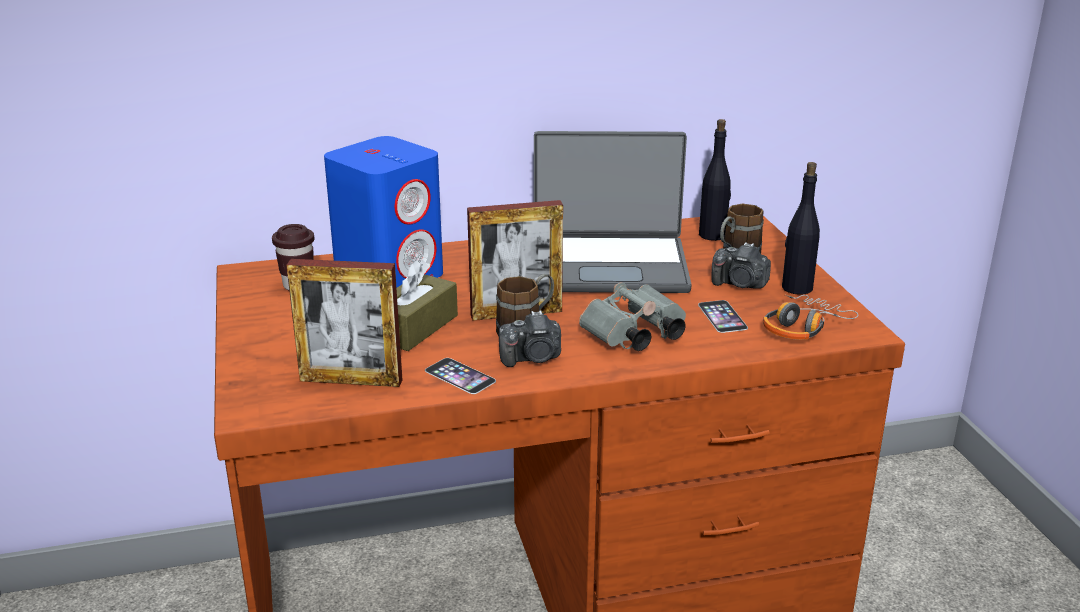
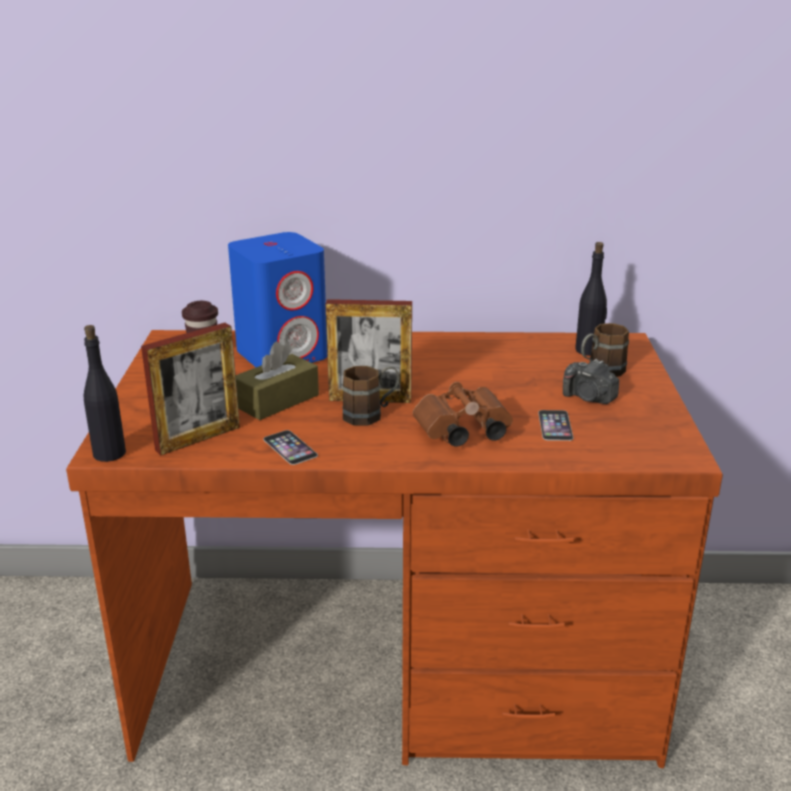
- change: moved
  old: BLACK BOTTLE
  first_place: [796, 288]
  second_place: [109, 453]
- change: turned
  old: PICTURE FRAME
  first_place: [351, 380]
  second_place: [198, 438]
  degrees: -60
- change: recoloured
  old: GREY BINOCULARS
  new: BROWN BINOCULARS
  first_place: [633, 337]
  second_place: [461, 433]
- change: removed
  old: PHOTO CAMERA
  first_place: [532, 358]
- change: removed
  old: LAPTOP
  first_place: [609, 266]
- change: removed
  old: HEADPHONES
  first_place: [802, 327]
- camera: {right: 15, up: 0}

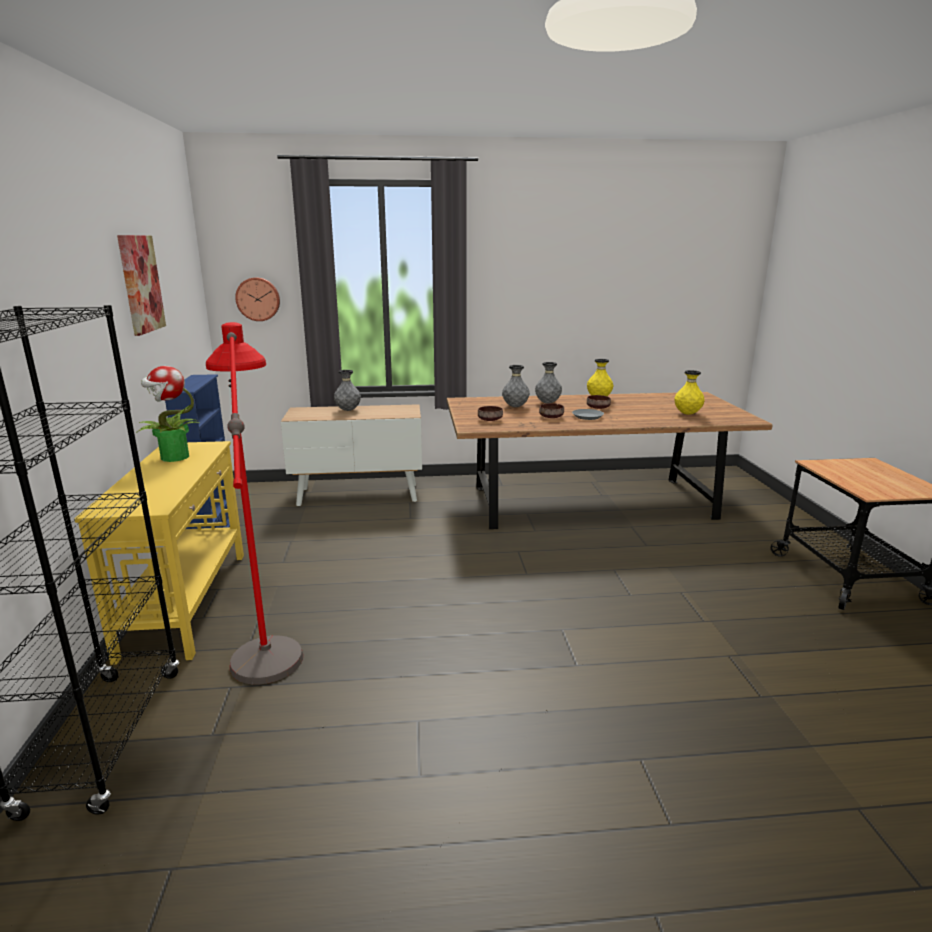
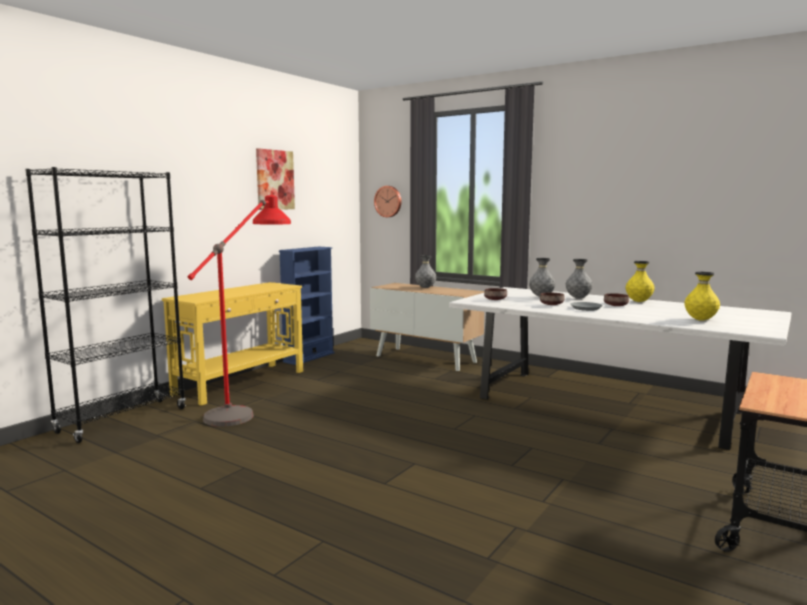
- change: recoloured
  old: BROWN DINING TABLE
  new: WHITE DINING TABLE
  first_place: [590, 502]
  second_place: [606, 404]
- change: removed
  old: POTTED PLANT
  first_place: [174, 457]
- camera: {right: 40, up: -10}

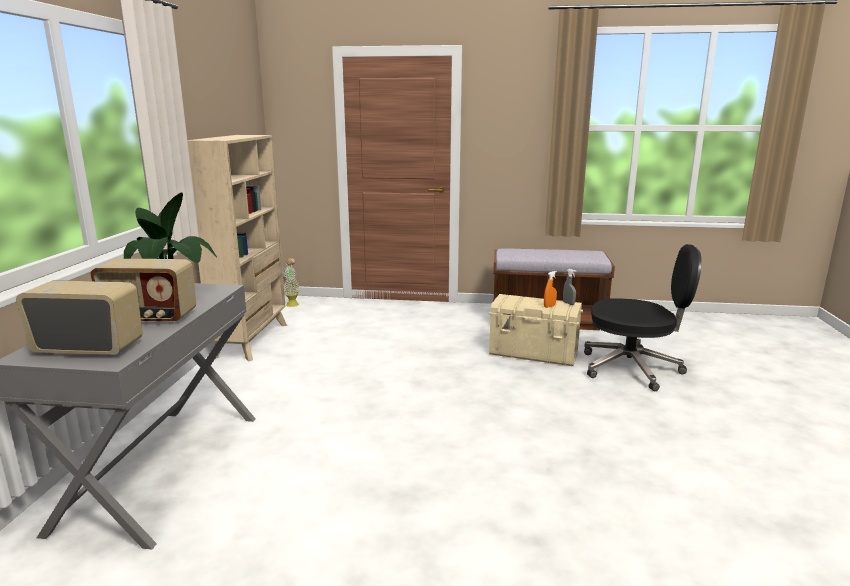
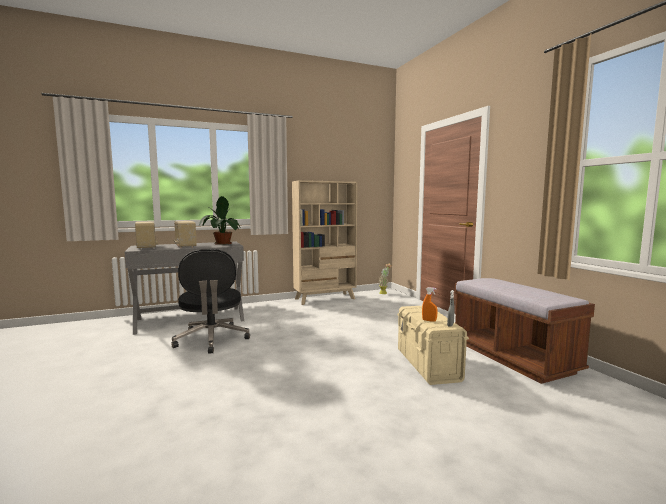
- change: moved
  old: BLACK OFFICE CHAIR
  first_place: [632, 368]
  second_place: [212, 339]
- camera: {right: 60, up: -10}

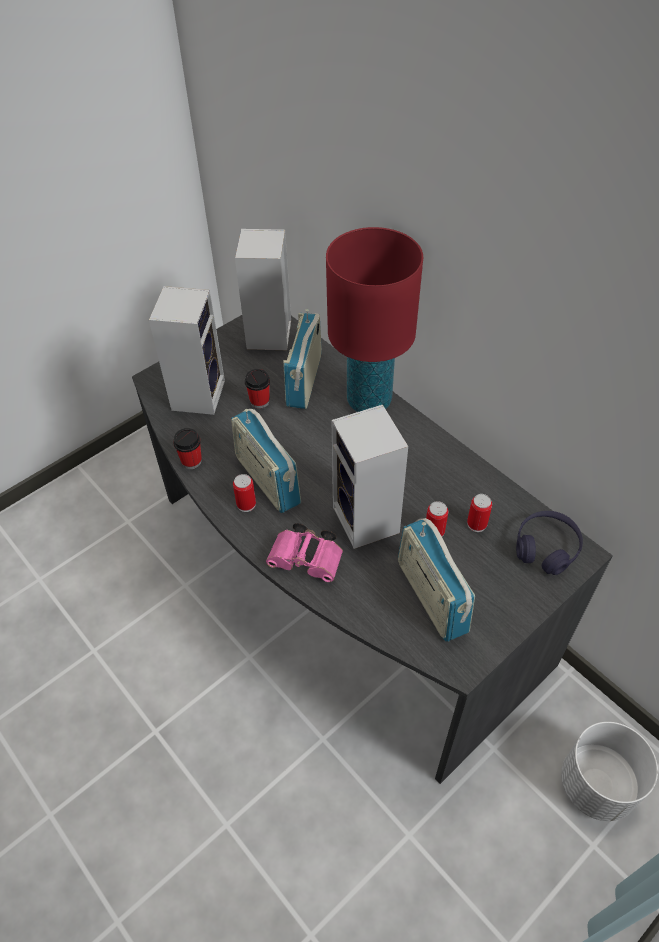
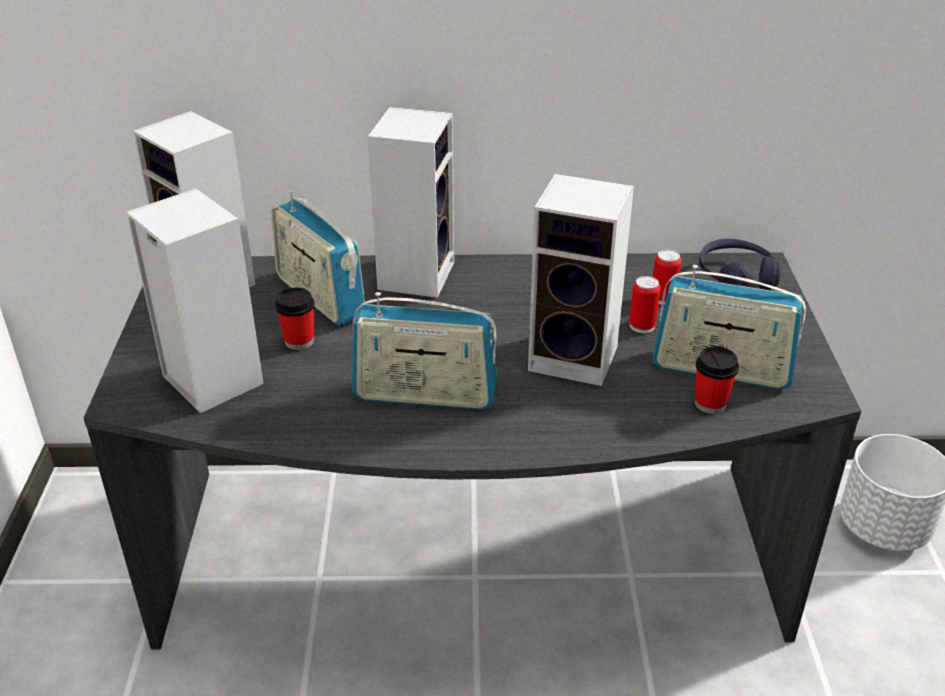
- change: replaced
  old: RED TABLE LAMP
  new: SPEAKER
  first_place: [369, 401]
  second_place: [415, 274]
- change: moved
  old: CUP
  first_place: [191, 461]
  second_place: [710, 403]
- change: removed
  old: CAN
  first_place: [246, 504]
- change: removed
  old: PINK BINOCULARS
  first_place: [308, 561]
- camera: {right: -50, up: -15}

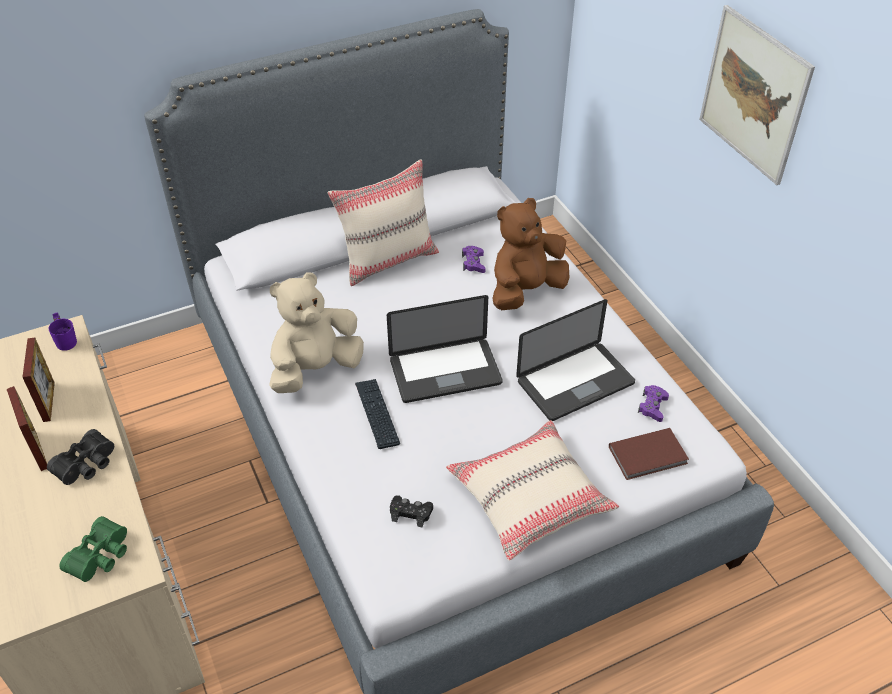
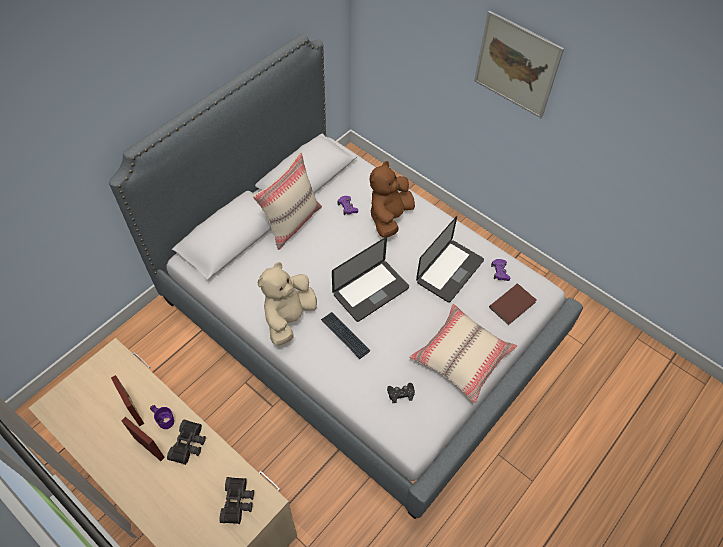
- change: moved
  old: PURPLE MUG
  first_place: [68, 340]
  second_place: [165, 419]
- change: recoloured
  old: GREEN BINOCULARS
  new: BLACK BINOCULARS
  first_place: [102, 556]
  second_place: [239, 502]
- camera: {right: -25, up: 10}

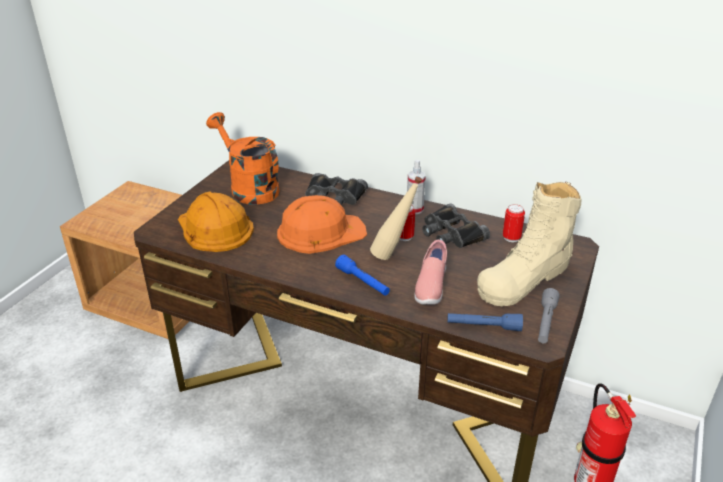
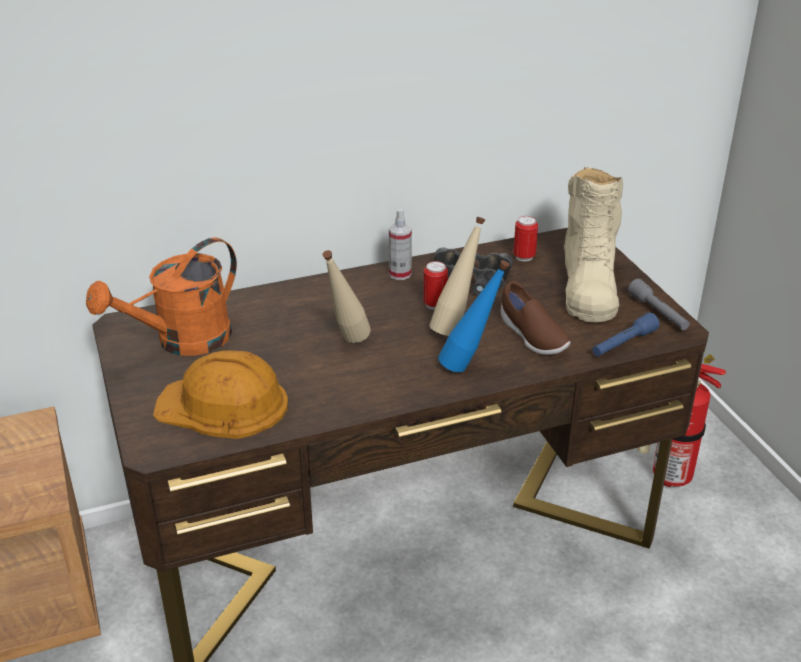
- change: turned
  old: ORANGE WATERING CAN
  first_place: [249, 188]
  second_place: [182, 342]
  degrees: -45
- change: replaced
  old: ORANGE HARD HAT
  new: BEIGE BOTTLE
  first_place: [320, 232]
  second_place: [347, 344]
- change: replaced
  old: BLUE FLASHLIGHT
  new: BLUE BOTTLE
  first_place: [363, 282]
  second_place: [470, 367]
- change: recoloured
  old: PINK SHOE
  new: BROWN SHOE
  first_place: [430, 287]
  second_place: [531, 336]
- change: removed
  old: BLACK BINOCULARS
  first_place: [334, 197]
- camera: {right: -45, up: 0}

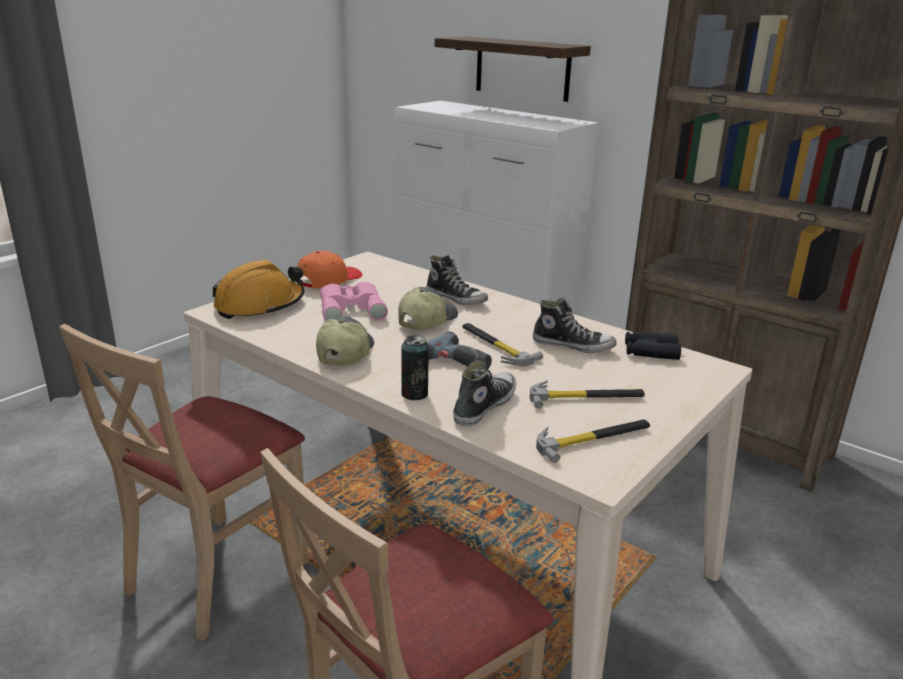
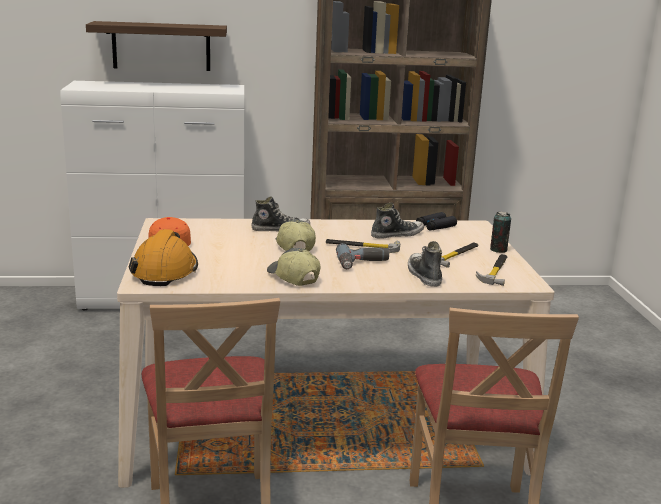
- change: moved
  old: CAN
  first_place: [414, 394]
  second_place: [498, 250]
- change: removed
  old: PINK BINOCULARS
  first_place: [351, 308]
- camera: {right: -45, up: -5}

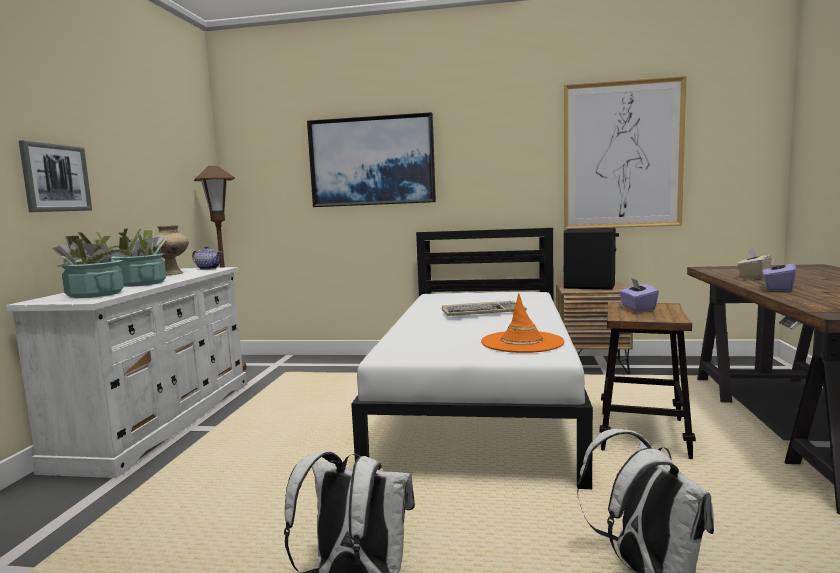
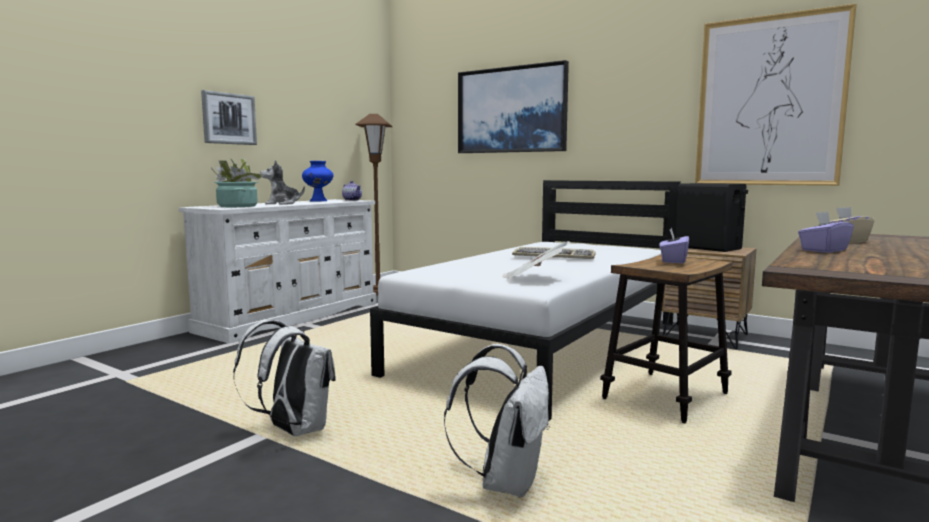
- change: replaced
  old: POTTED PLANT
  new: PLUSH TOY
  first_place: [141, 283]
  second_place: [282, 204]
- change: recoloured
  old: BEIGE VASE
  new: BLUE VASE
  first_place: [172, 274]
  second_place: [318, 201]
- change: replaced
  old: ORANGE HAT
  new: NEWSPAPER
  first_place: [522, 342]
  second_place: [533, 279]
- camera: {right: 25, up: 0}

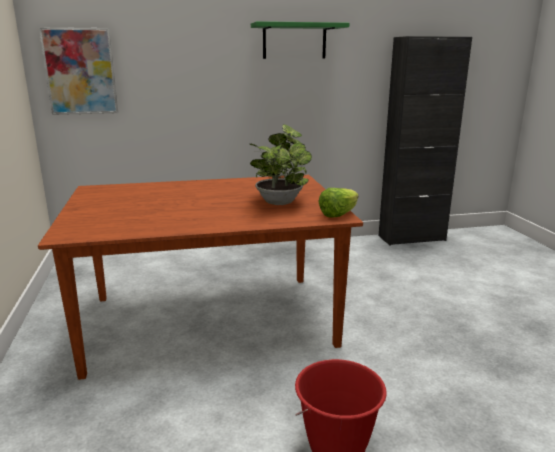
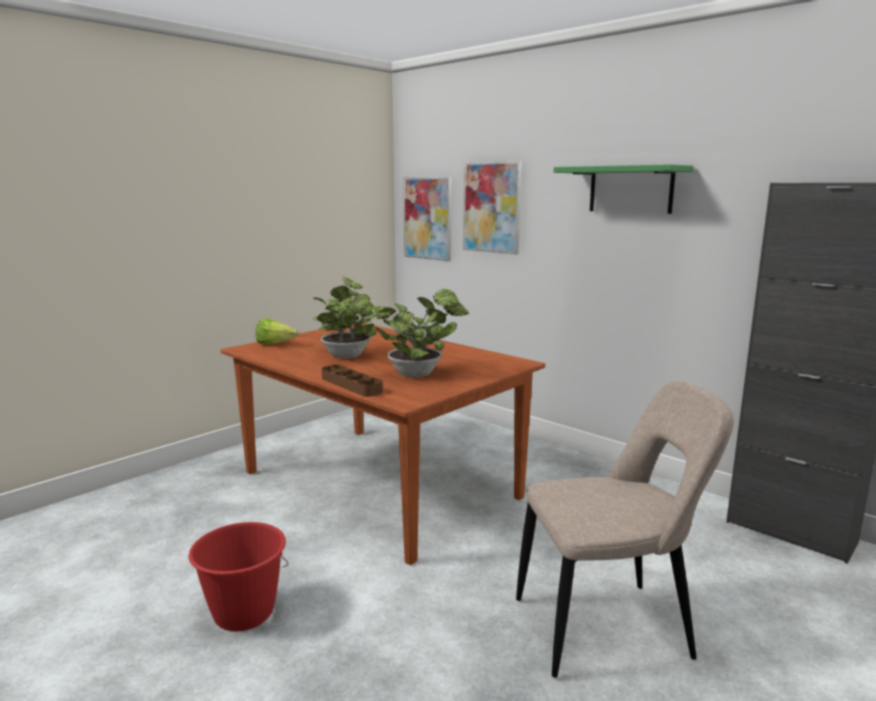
- change: moved
  old: LETTUCE
  first_place: [338, 214]
  second_place: [275, 344]
- change: added
  new: POTTED PLANT
  second_place: [346, 355]
- change: added
  new: BROWN TRAY
  second_place: [351, 385]
- change: added
  new: PICTURE
  second_place: [492, 207]
- change: added
  new: BEIGE CHAIR
  second_place: [609, 627]
- camera: {right: 55, up: -5}

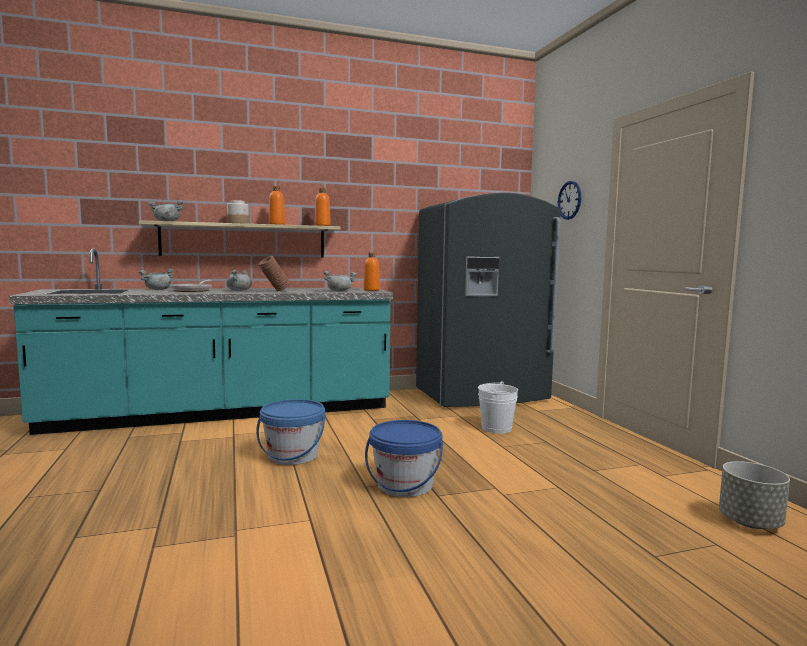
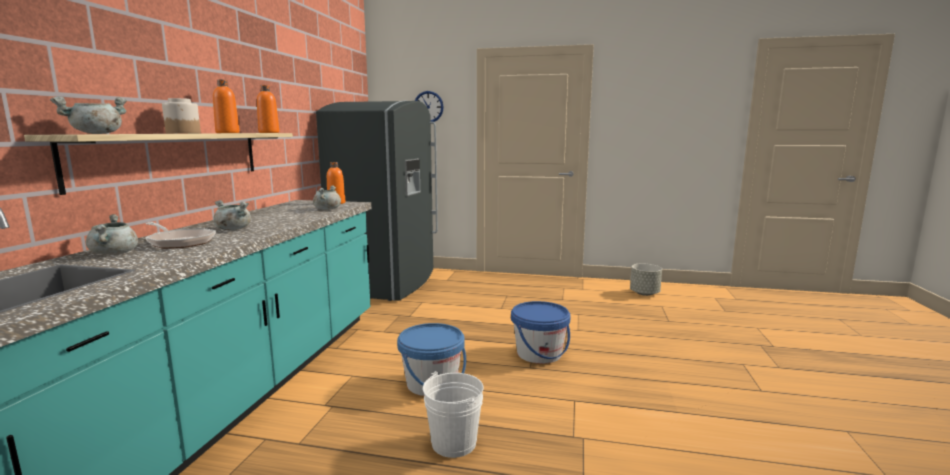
- change: moved
  old: WHITE BUCKET
  first_place: [496, 428]
  second_place: [453, 443]
- change: removed
  old: BROWN VASE
  first_place: [274, 291]
- camera: {right: -60, up: 5}

